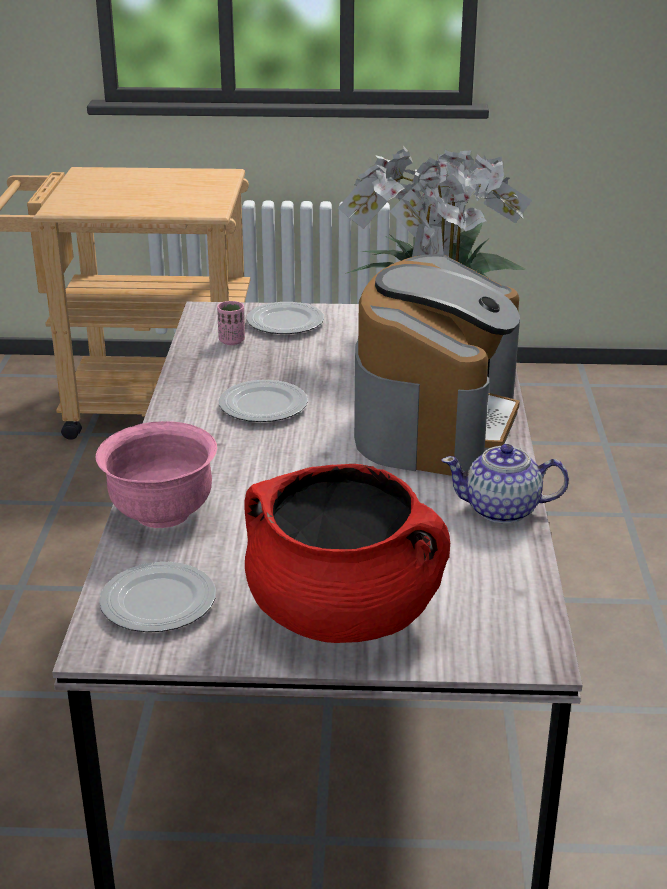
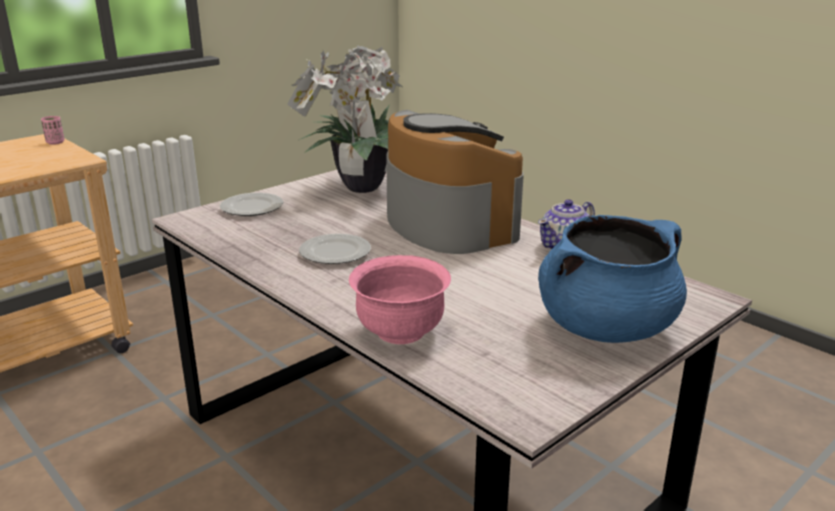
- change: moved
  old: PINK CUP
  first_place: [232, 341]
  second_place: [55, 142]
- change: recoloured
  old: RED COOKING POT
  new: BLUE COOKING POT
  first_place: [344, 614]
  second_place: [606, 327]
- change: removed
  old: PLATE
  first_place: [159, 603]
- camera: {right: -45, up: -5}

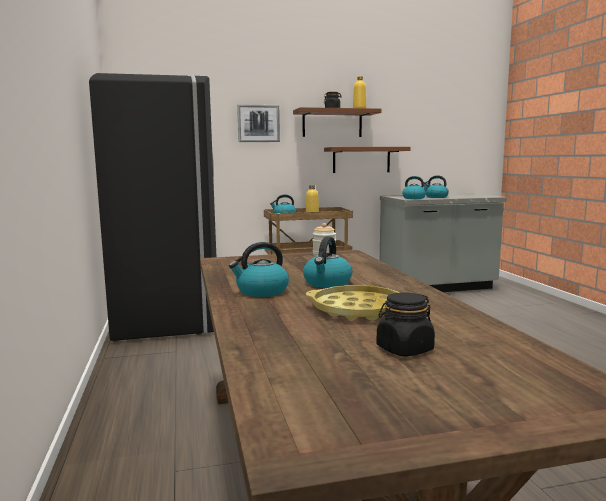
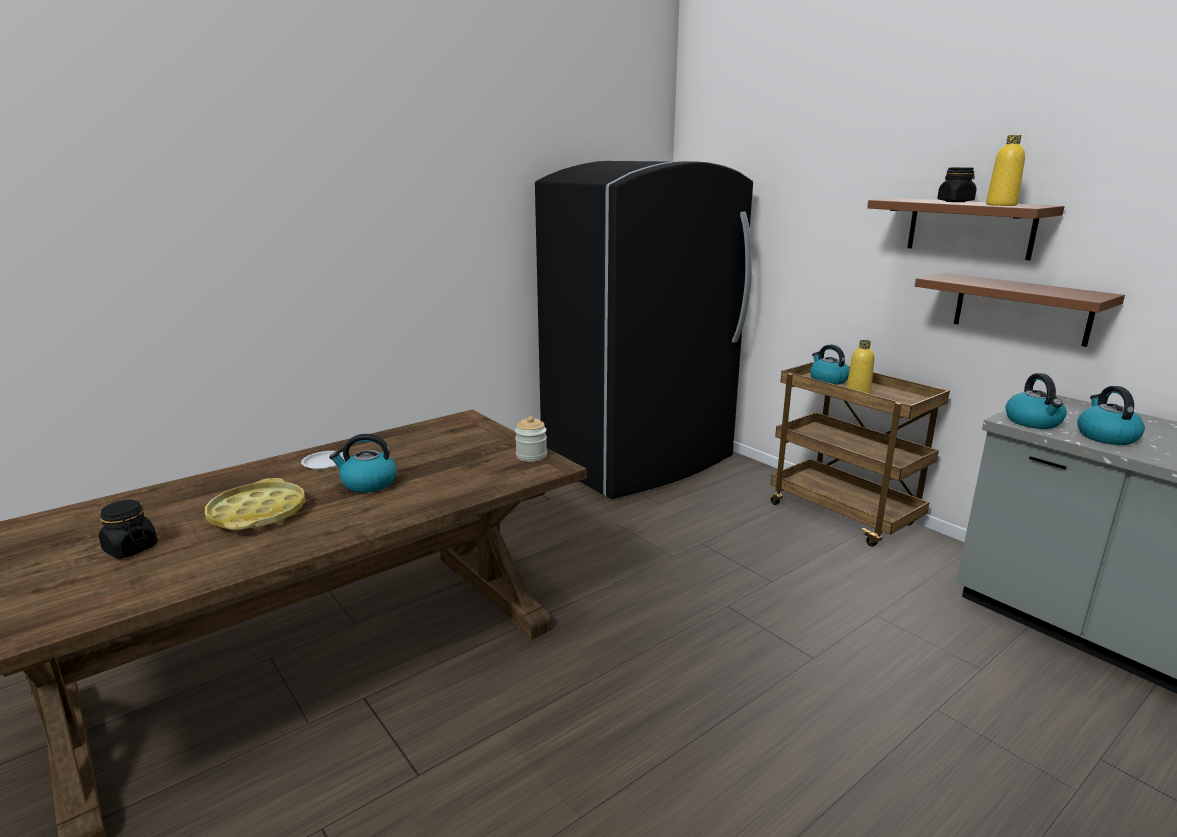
- change: replaced
  old: KETTLE
  new: WHITE PLATE
  first_place: [261, 291]
  second_place: [325, 463]
- change: removed
  old: PICTURE
  first_place: [258, 123]
- camera: {right: 65, up: 10}

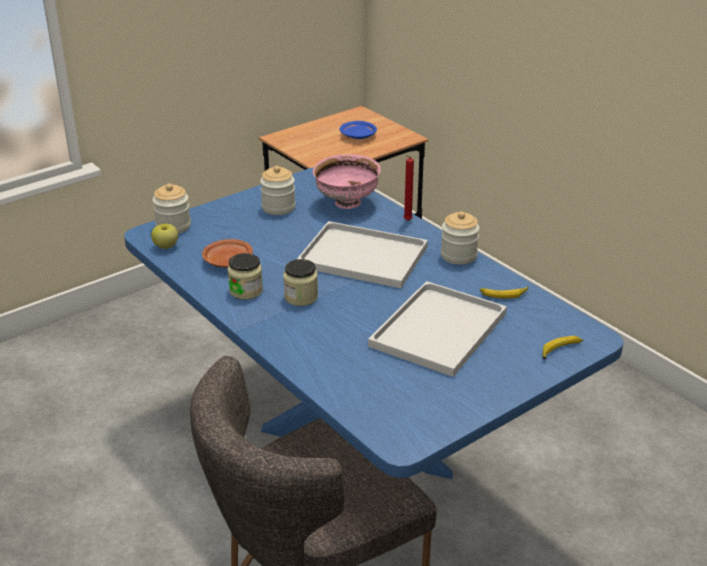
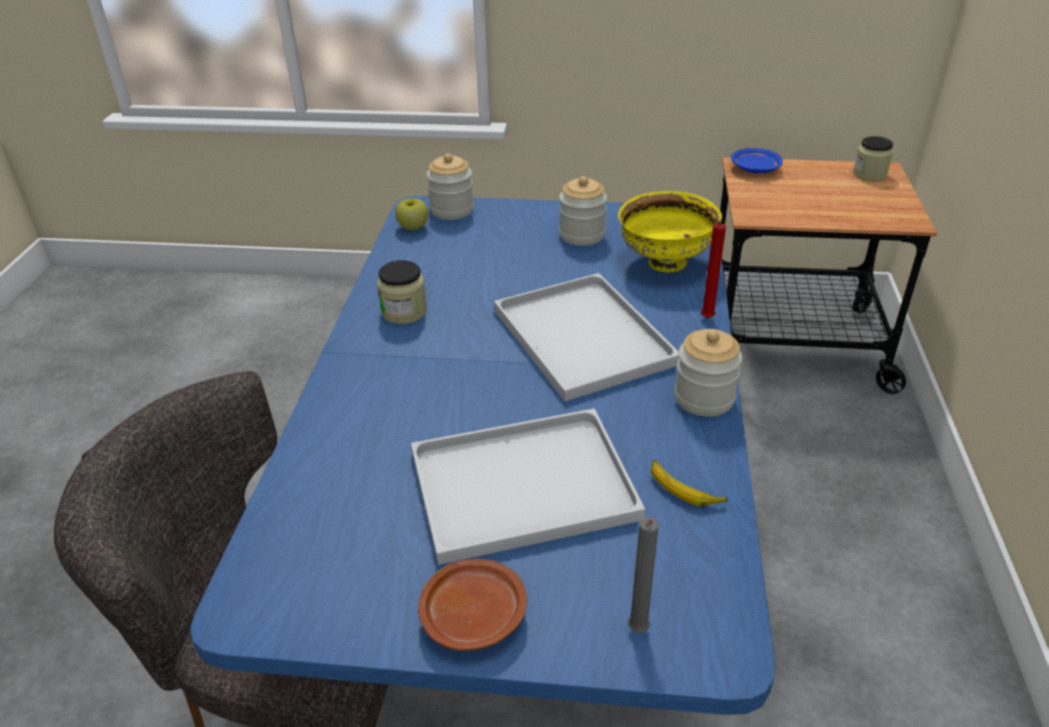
- change: moved
  old: BROWN PLATE
  first_place: [228, 261]
  second_place: [474, 614]
- change: recoloured
  old: PINK BOWL
  new: YELLOW BOWL
  first_place: [347, 203]
  second_place: [665, 264]
- change: replaced
  old: BANANA
  new: GREY CANDLE
  first_place: [560, 350]
  second_place: [637, 632]
- change: moved
  old: BLUE PLATE
  first_place: [358, 136]
  second_place: [755, 169]
- change: moved
  old: JAR
  first_place: [301, 297]
  second_place: [869, 174]
- camera: {right: 45, up: 5}

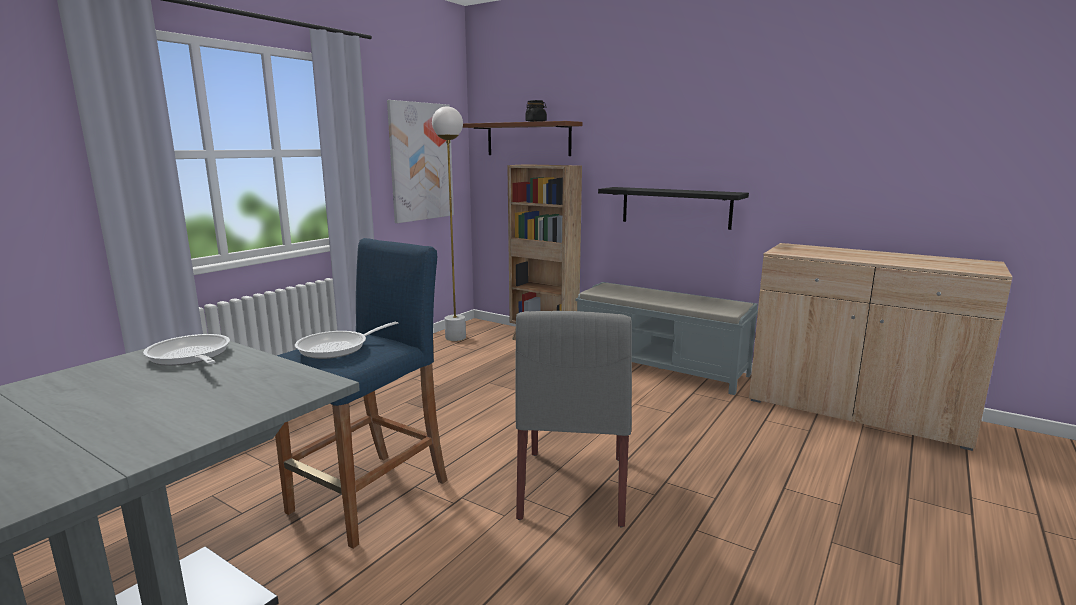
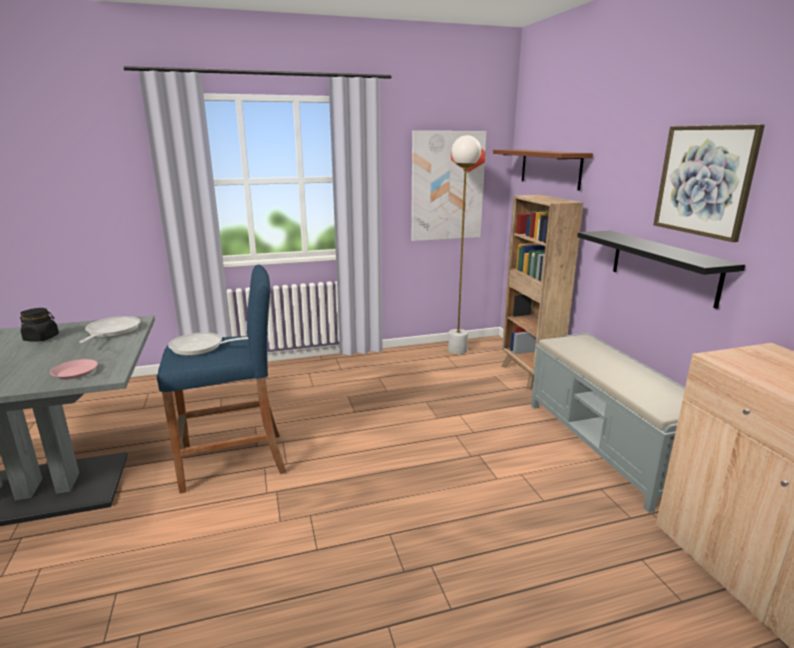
- change: moved
  old: BLACK JAR
  first_place: [536, 122]
  second_place: [42, 338]
- change: added
  new: PINK PLATE
  second_place: [75, 372]
- change: added
  new: PICTURE
  second_place: [704, 181]
- change: removed
  old: GREY CHAIR
  first_place: [573, 488]
- camera: {right: 40, up: 5}

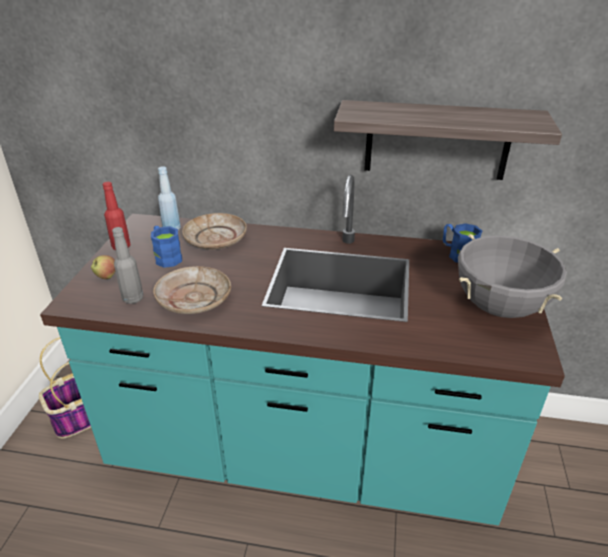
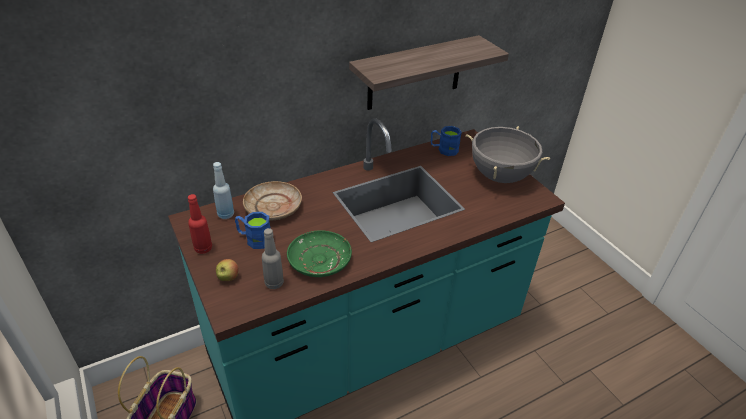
- change: recoloured
  old: BEIGE PLATE
  new: GREEN PLATE
  first_place: [193, 298]
  second_place: [319, 260]
- camera: {right: -40, up: 5}

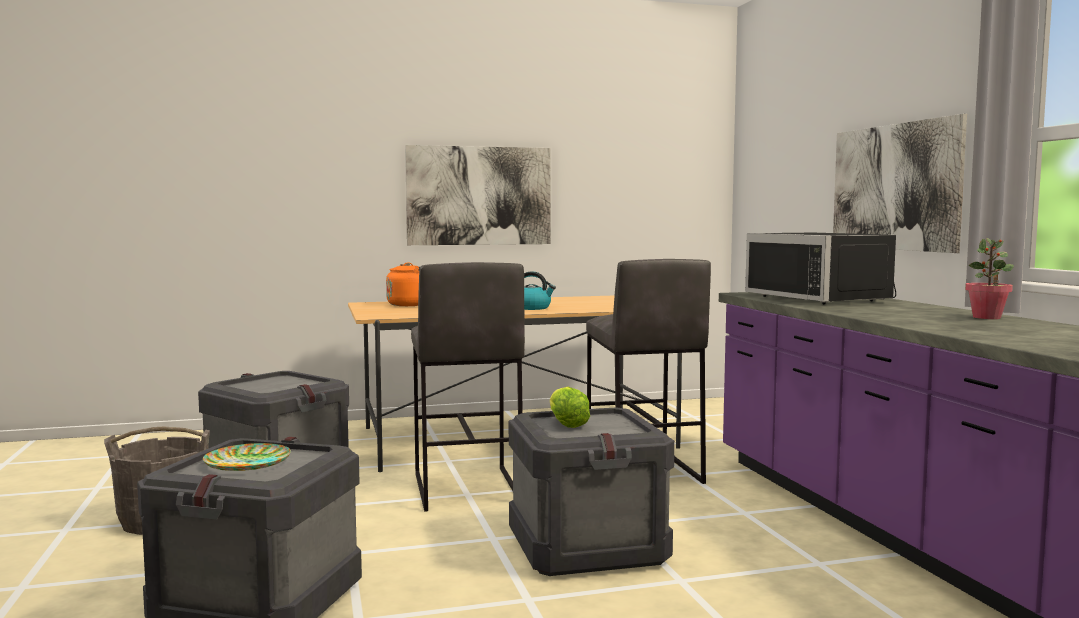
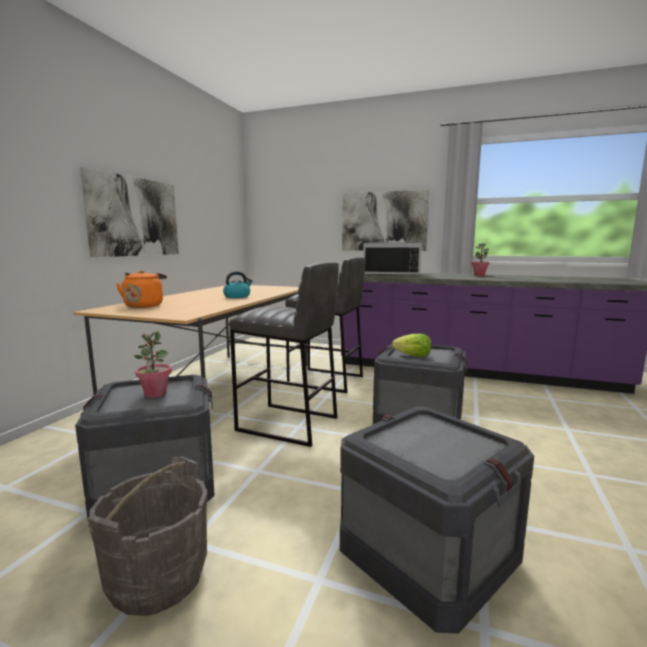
- change: added
  new: POTTED PLANT
  second_place: [155, 394]
- change: removed
  old: PLATE
  first_place: [248, 463]
- camera: {right: -55, up: 5}

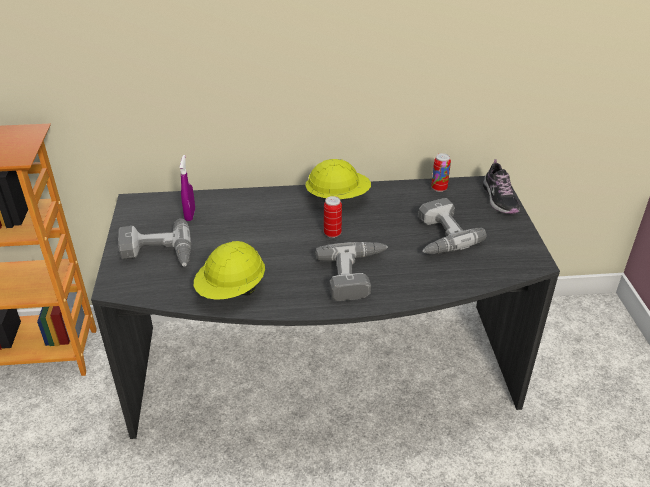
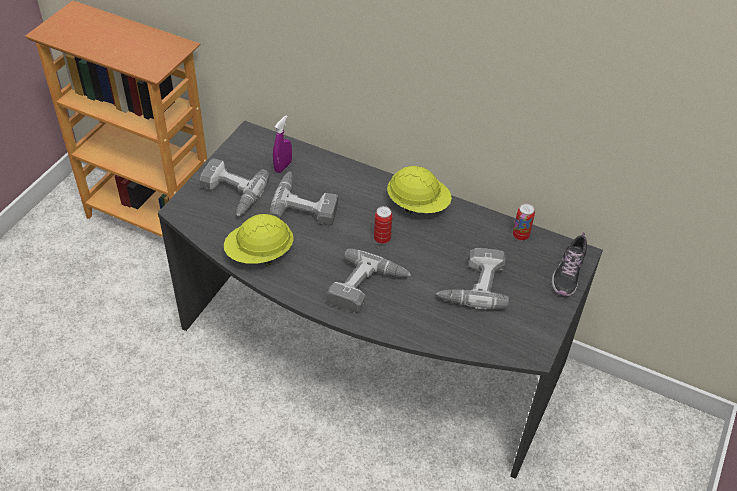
- change: added
  new: POWER DRILL
  second_place: [306, 203]
- camera: {right: 30, up: 10}

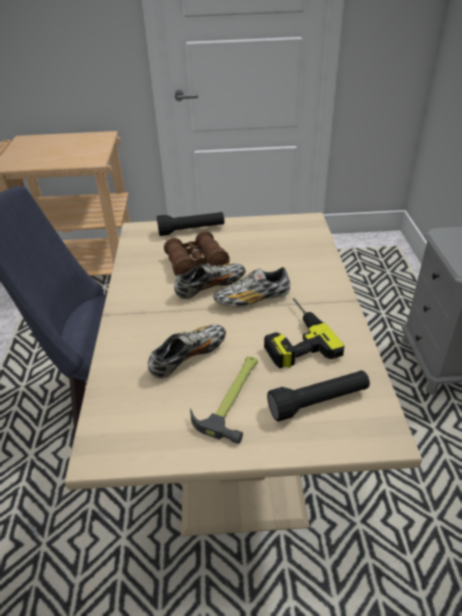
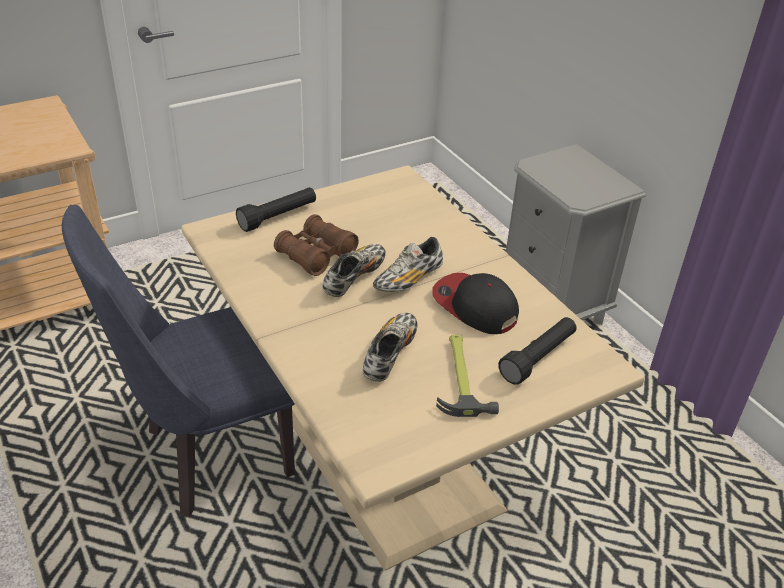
- change: replaced
  old: POWER DRILL
  new: CAP
  first_place: [292, 337]
  second_place: [474, 306]
- camera: {right: -30, up: 0}

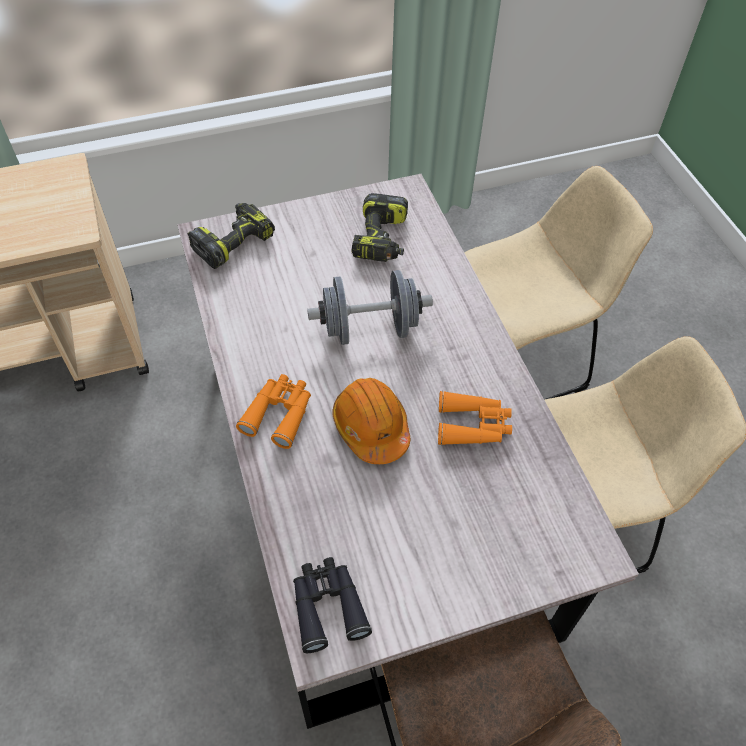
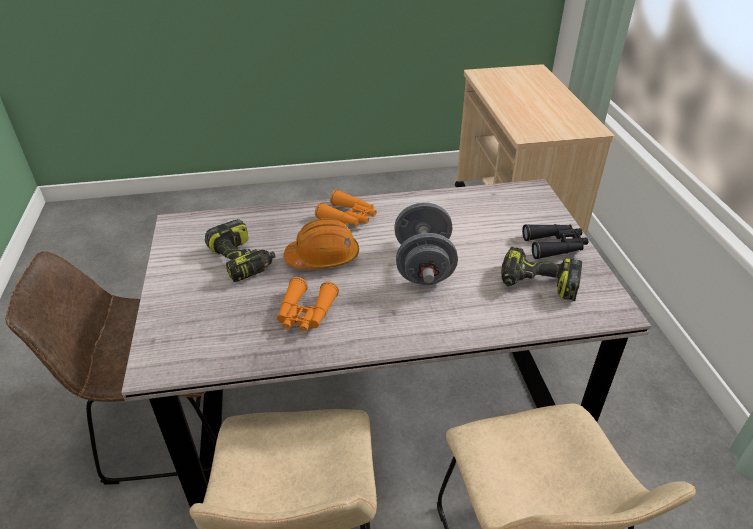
- change: moved
  old: POWER DRILL
  first_place: [233, 241]
  second_place: [242, 260]
- change: moved
  old: BLACK BINOCULARS
  first_place: [327, 605]
  second_place: [555, 246]
- camera: {right: 100, up: -15}

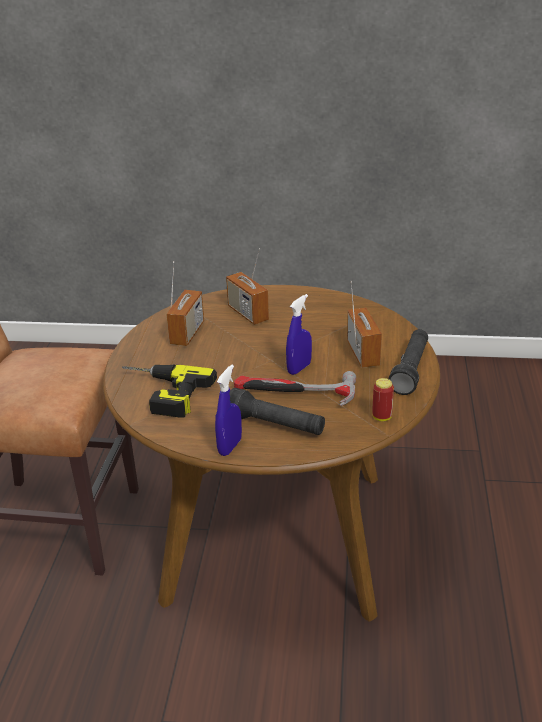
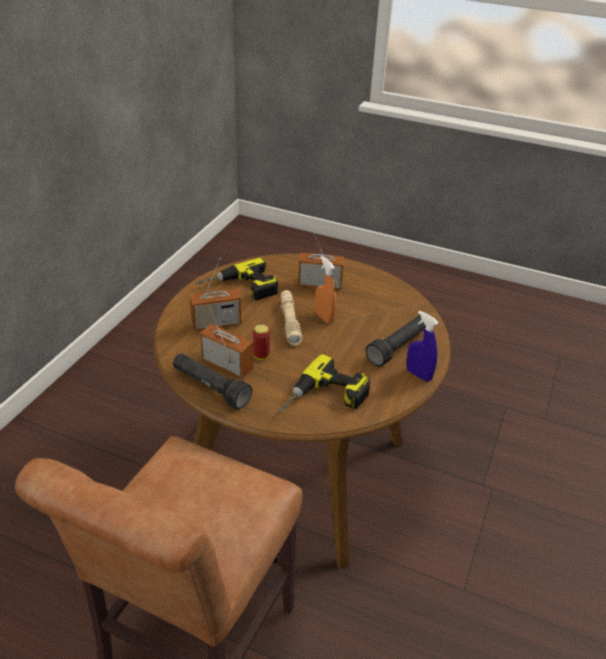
- change: moved
  old: BLACK FLASHLIGHT
  first_place: [410, 370]
  second_place: [210, 388]
- change: added
  new: POWER DRILL
  second_place: [239, 288]
- change: moved
  old: CAN
  first_place: [382, 417]
  second_place: [261, 356]
- change: added
  new: BEIGE FLASHLIGHT
  second_place: [290, 322]
- change: recoloured
  old: BLUE SPRAY BOTTLE
  new: ORANGE SPRAY BOTTLE
  first_place: [299, 368]
  second_place: [324, 317]
- change: removed
  old: HAMMER
  first_place: [294, 393]
- camera: {right: -75, up: 5}

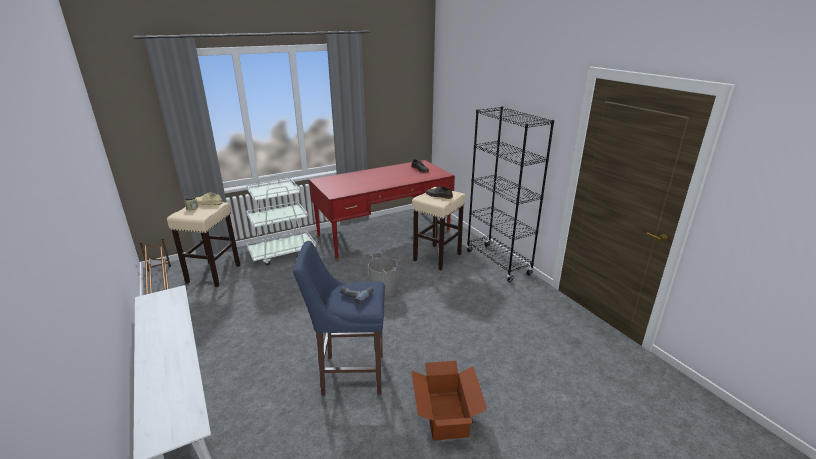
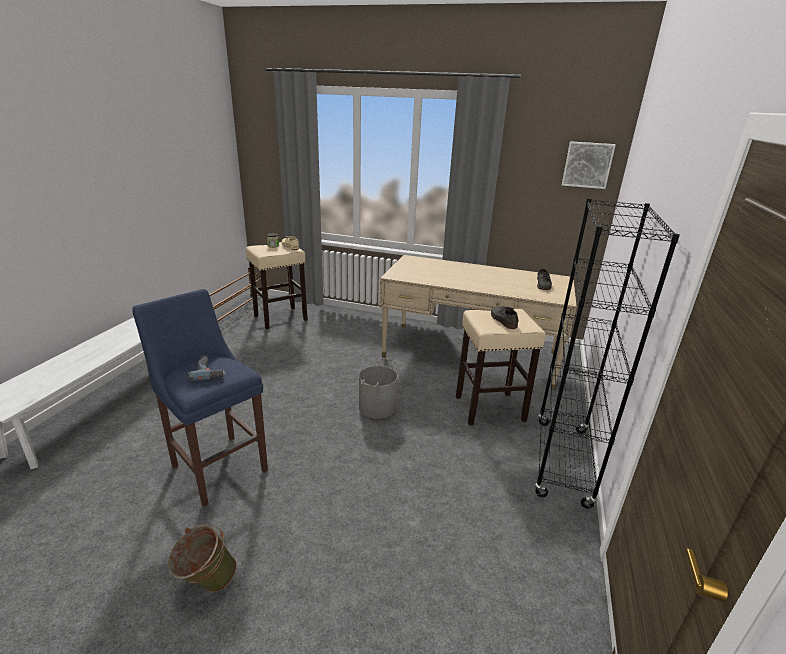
- change: replaced
  old: CARDBOARD BOX
  new: GREEN BUCKET
  first_place: [445, 415]
  second_place: [206, 583]
- change: recoloured
  old: RED DESK
  new: BEIGE DESK
  first_place: [384, 234]
  second_place: [469, 353]
- change: added
  new: PICTURE
  second_place: [587, 165]
- change: removed
  old: WHITE CART
  first_place: [282, 252]
- camera: {right: 45, up: 0}

